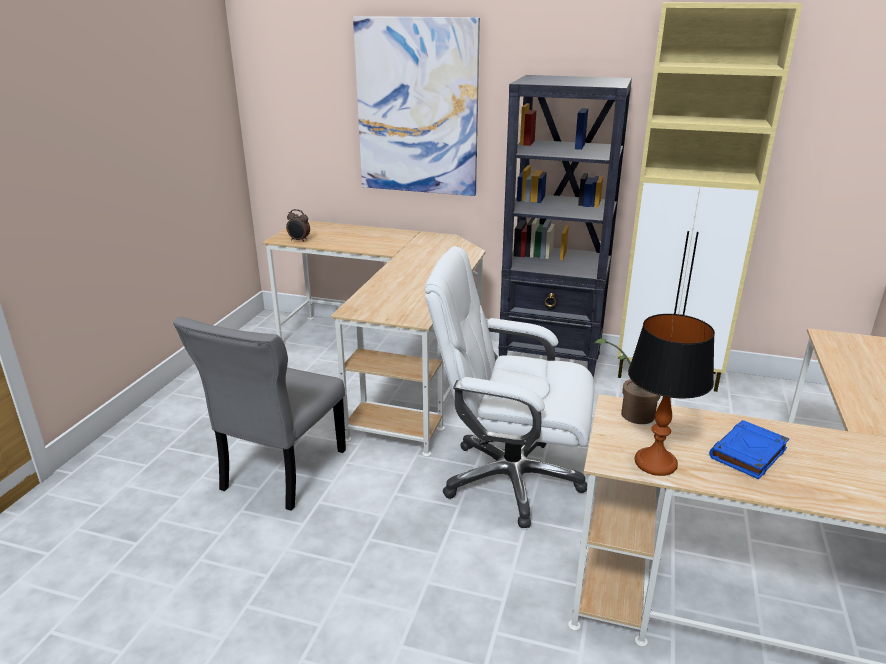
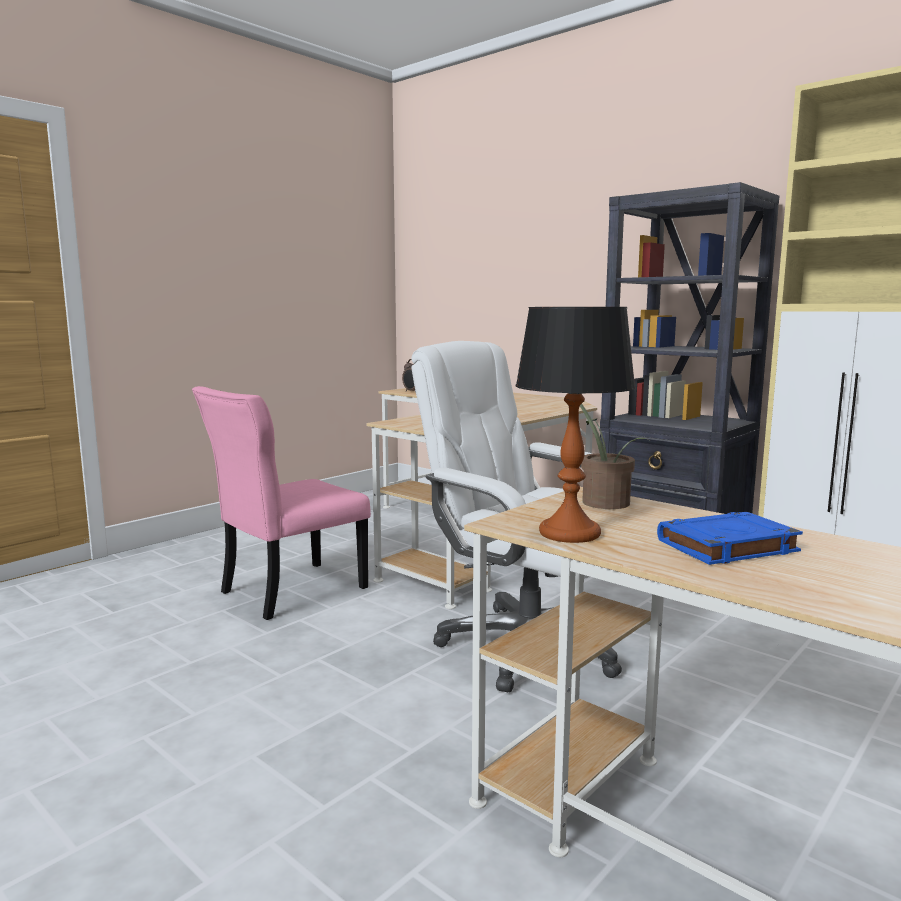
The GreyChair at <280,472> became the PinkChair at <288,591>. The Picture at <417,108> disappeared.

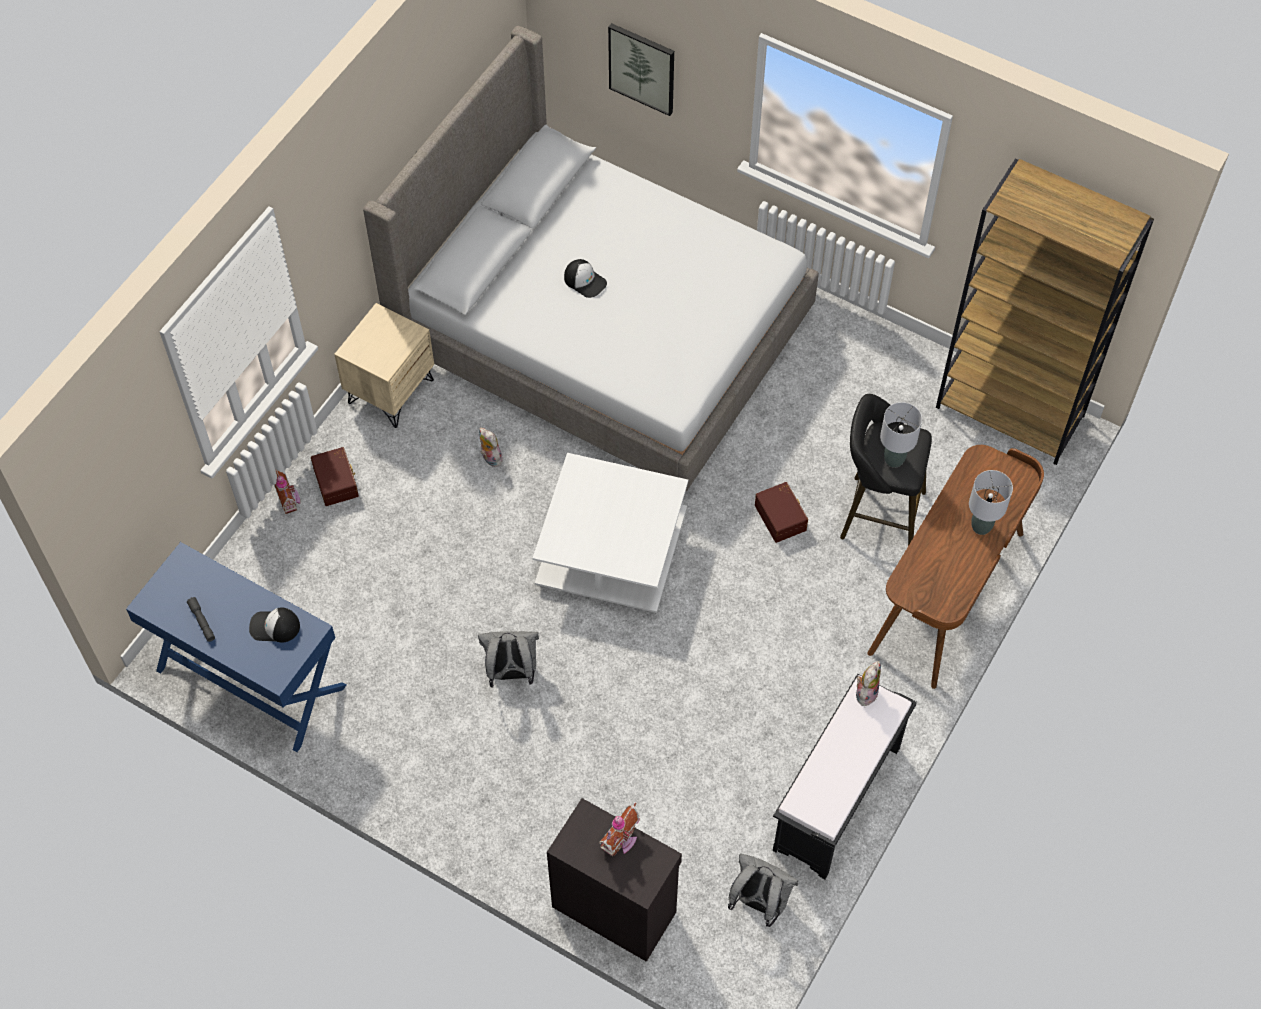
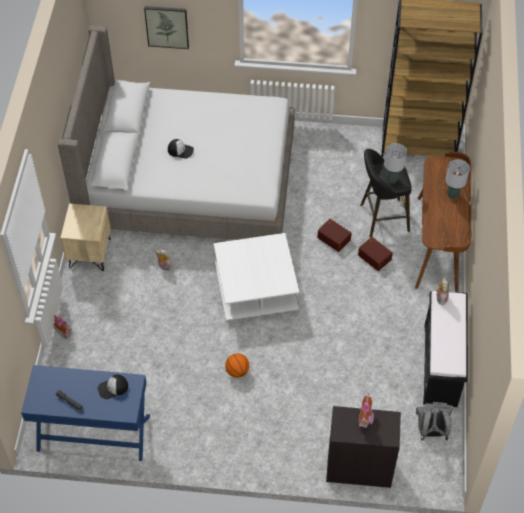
The BrownStorageBox moved from <337,481> to <375,257>. The GreyBackpack at <511,673> was replaced by the Basketball at <237,371>.

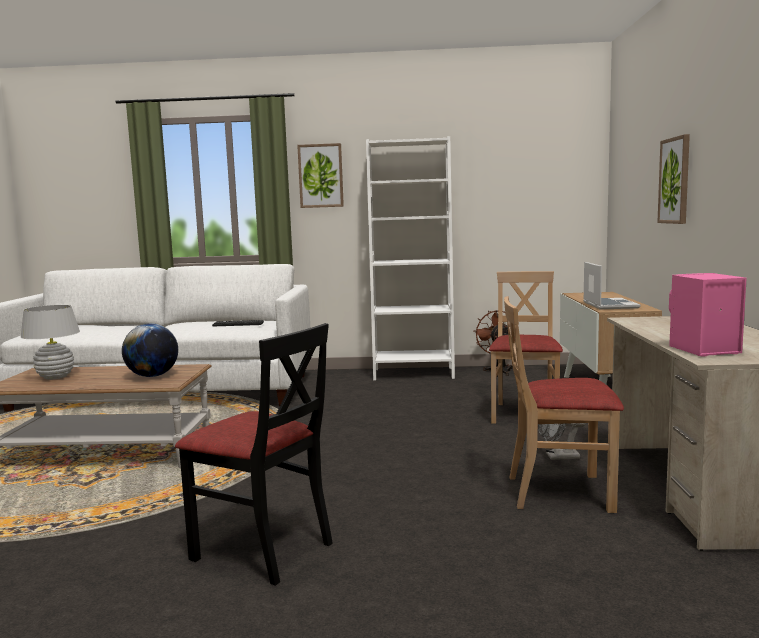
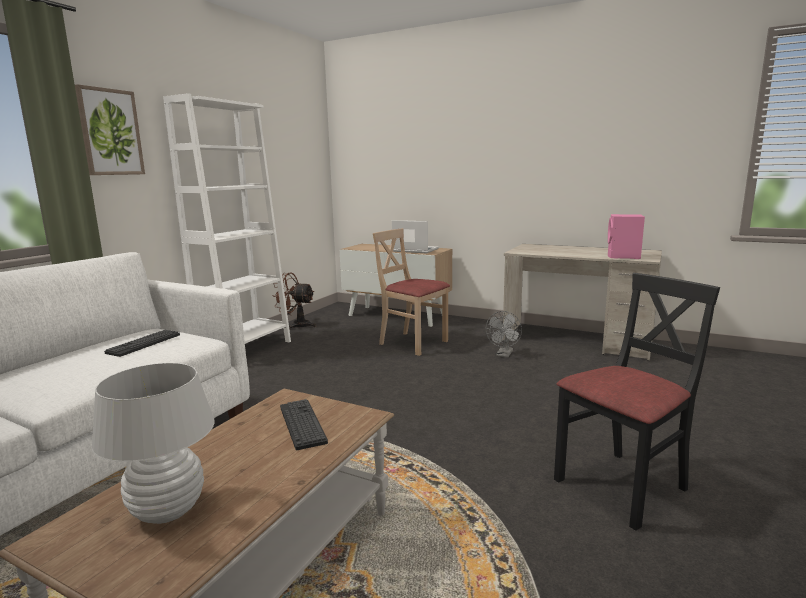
The Globe at <152,376> was replaced by the Keyboard at <302,424>. The BeigeChair at <559,492> disappeared. The Picture at <675,180> disappeared.

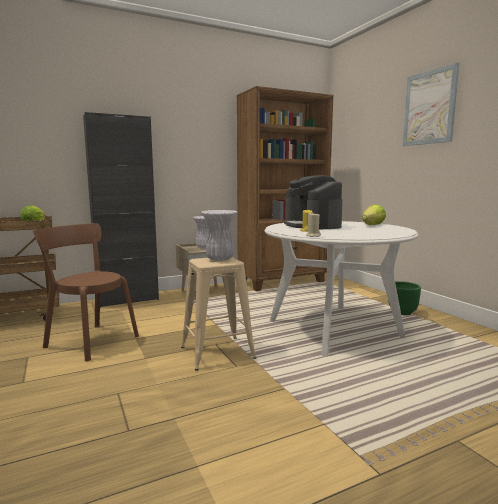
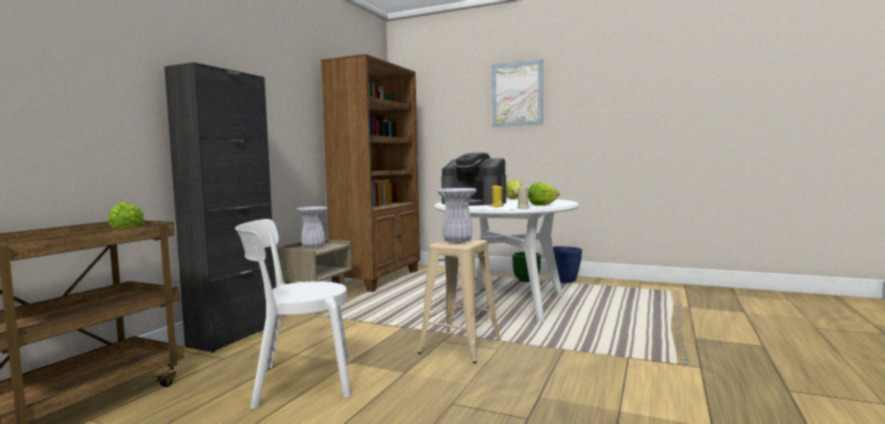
The BrownChair at <89,341> became the WhiteChair at <298,382>. The Lettuce at <542,205> appeared. The BluePlanter at <565,281> appeared.

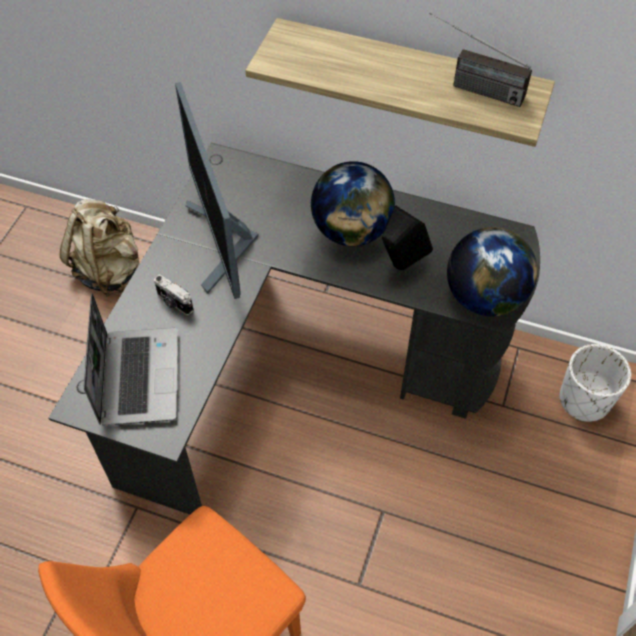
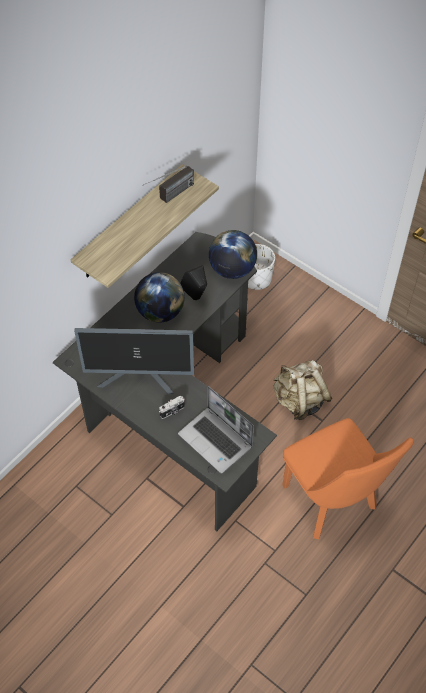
The BeigeBackpack moved from <109,270> to <299,401>. The Laptop at <138,376> turned 150 degrees counterclockwise.

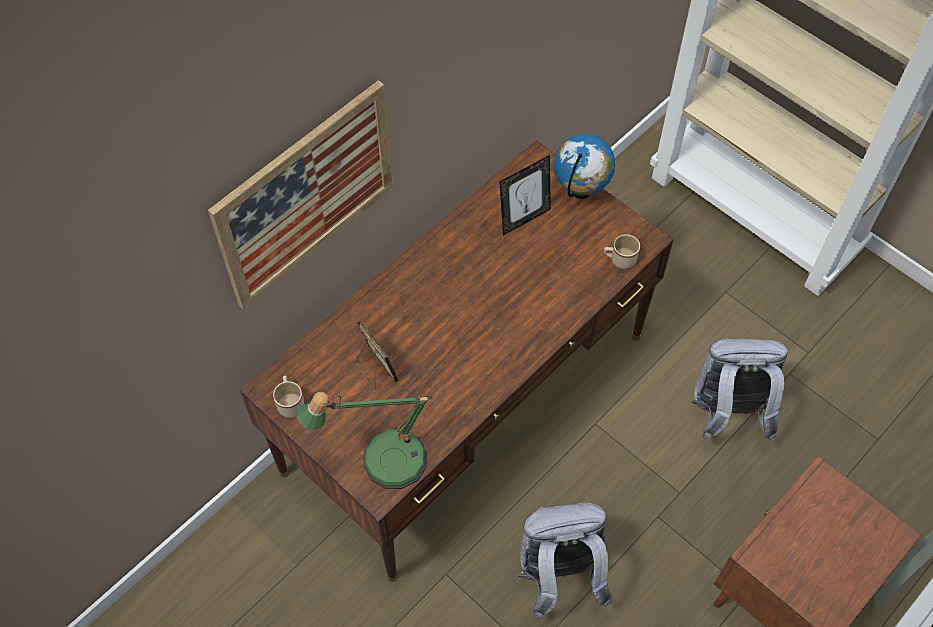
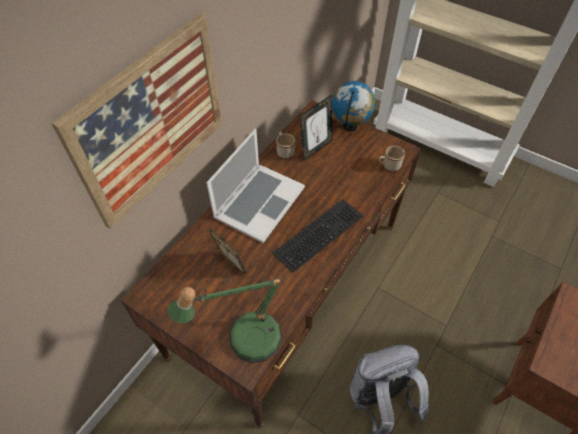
The BeigeMug moved from <290,402> to <284,150>. The GreyBackpack at <727,413> disappeared. The Laptop at <259,201> appeared. The Keyboard at <318,232> appeared.

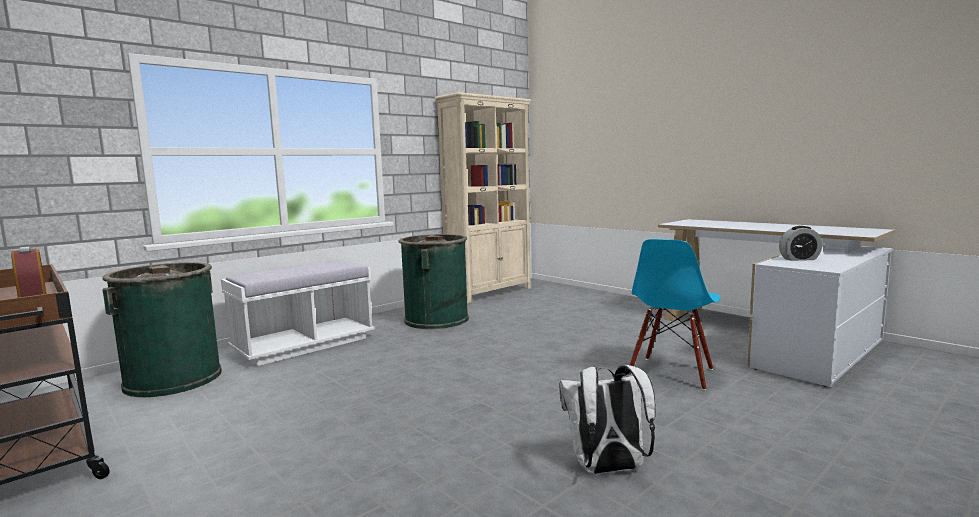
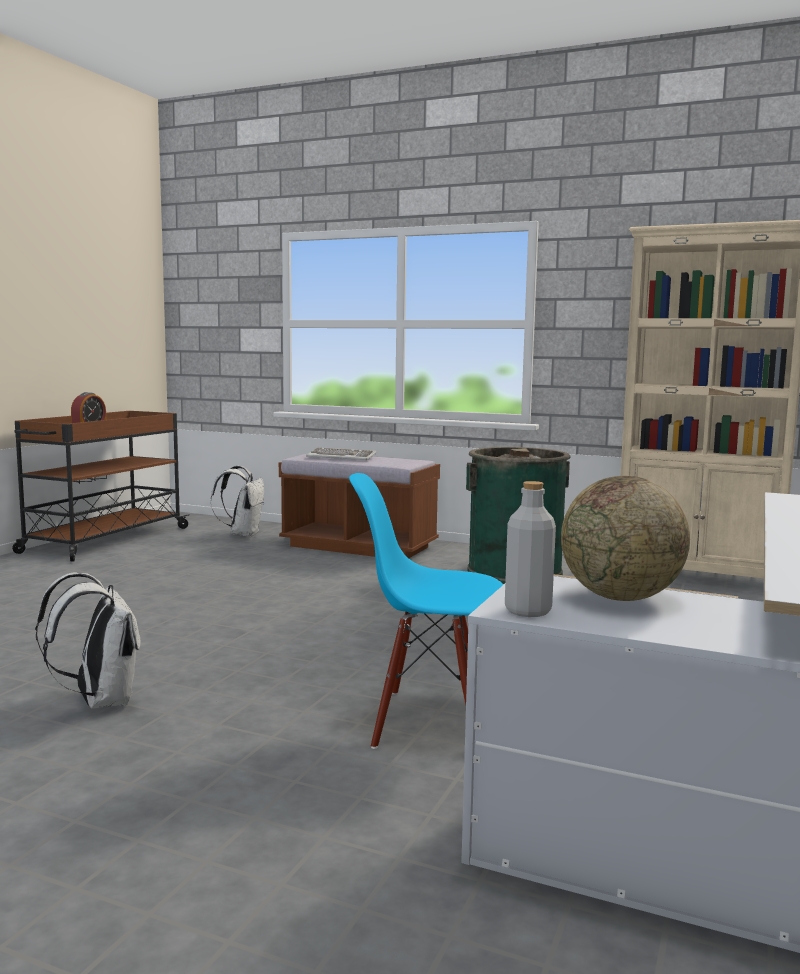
The GreenTrashCan at <173,379> was replaced by the WhiteBackpack at <243,534>. The WhiteBench at <304,345> became the BrownBench at <359,547>. The AlarmClock at <799,259> was replaced by the Globe at <621,597>. The Keyboard at <342,457> appeared. The GreyBottle at <528,611> appeared.

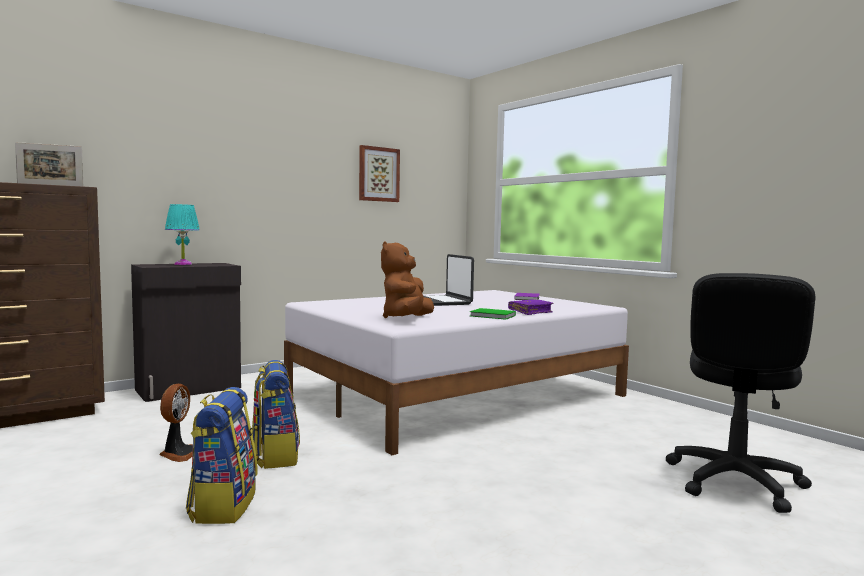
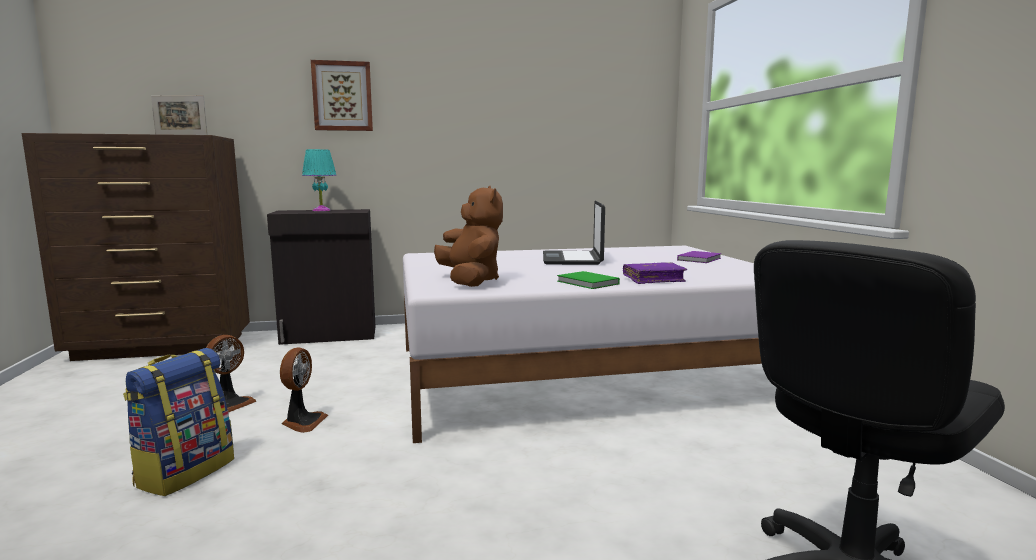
The Backpack at <275,456> was replaced by the Fan at <302,422>. The Picture moved from <378,174> to <342,96>. The BrownPlushToy at <406,319> turned 120 degrees clockwise.

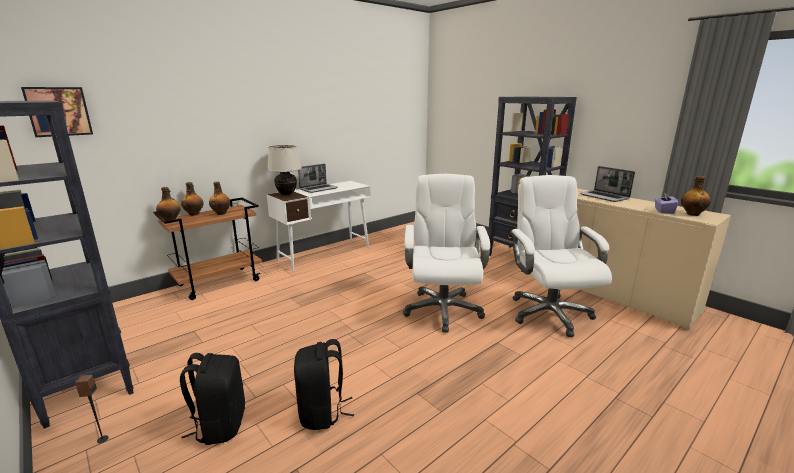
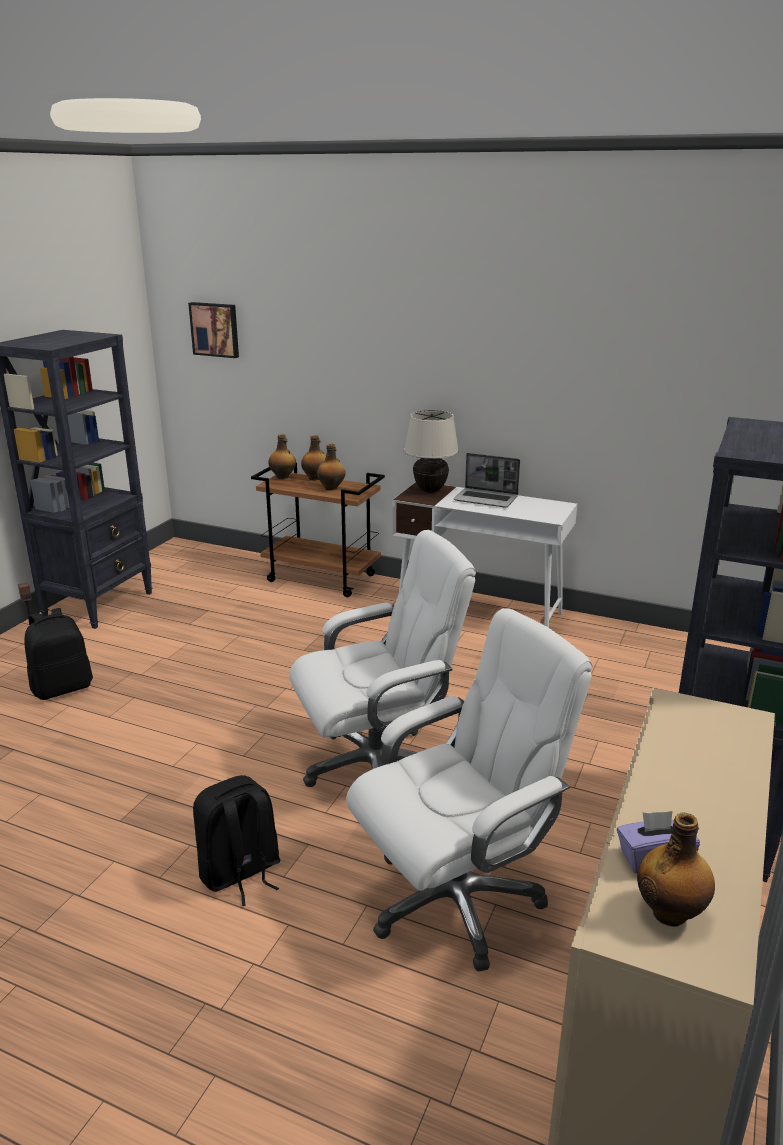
The BlackBackpack moved from <322,412> to <240,873>. The Laptop at <604,197> disappeared.

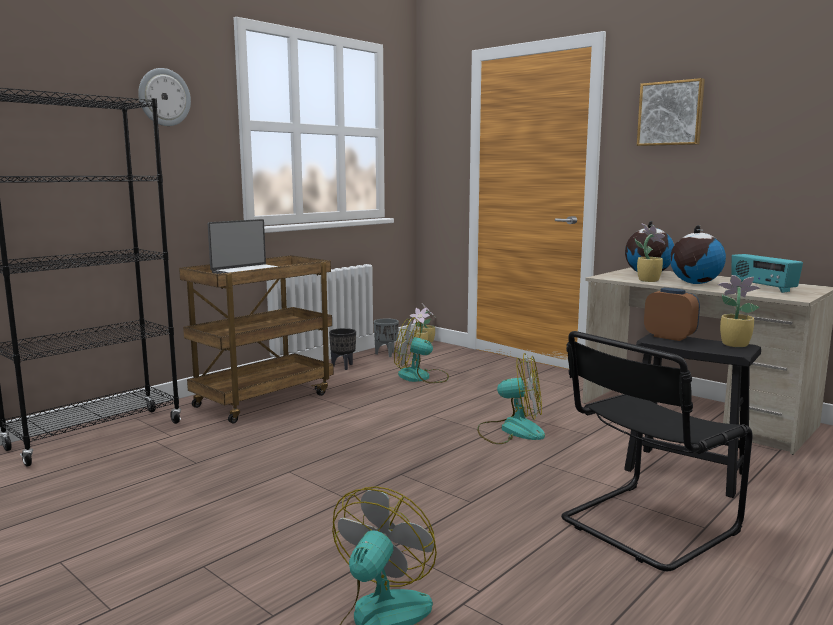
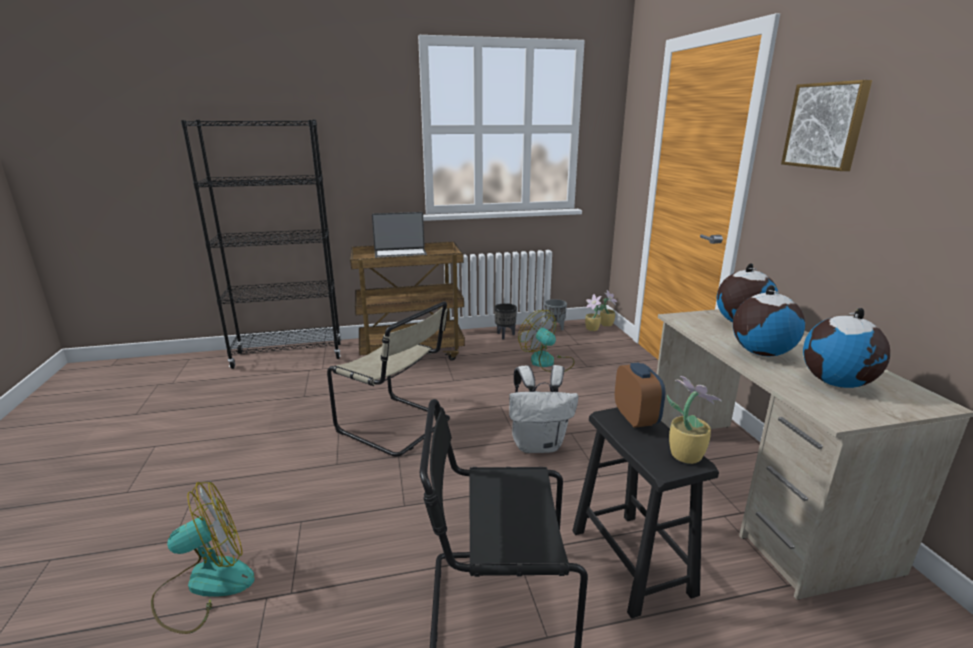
The WallClock at <164,97> disappeared. The Fan at <511,430> was replaced by the WhiteBackpack at <538,444>. The PottedPlant at <648,280> disappeared. The Radio at <762,288> was replaced by the Globe at <837,383>. The BeigeChair at <397,426> appeared.

